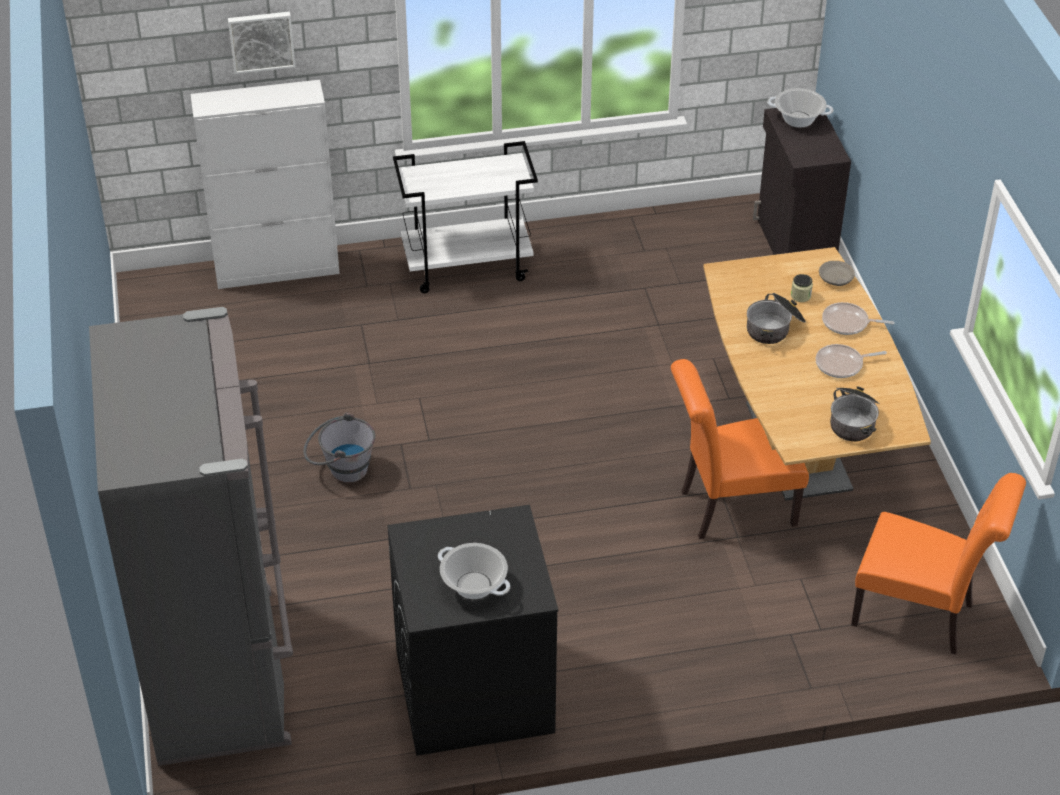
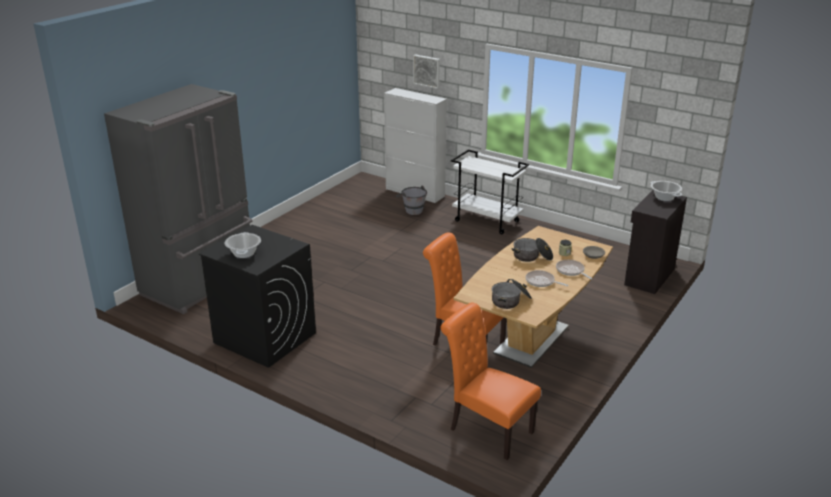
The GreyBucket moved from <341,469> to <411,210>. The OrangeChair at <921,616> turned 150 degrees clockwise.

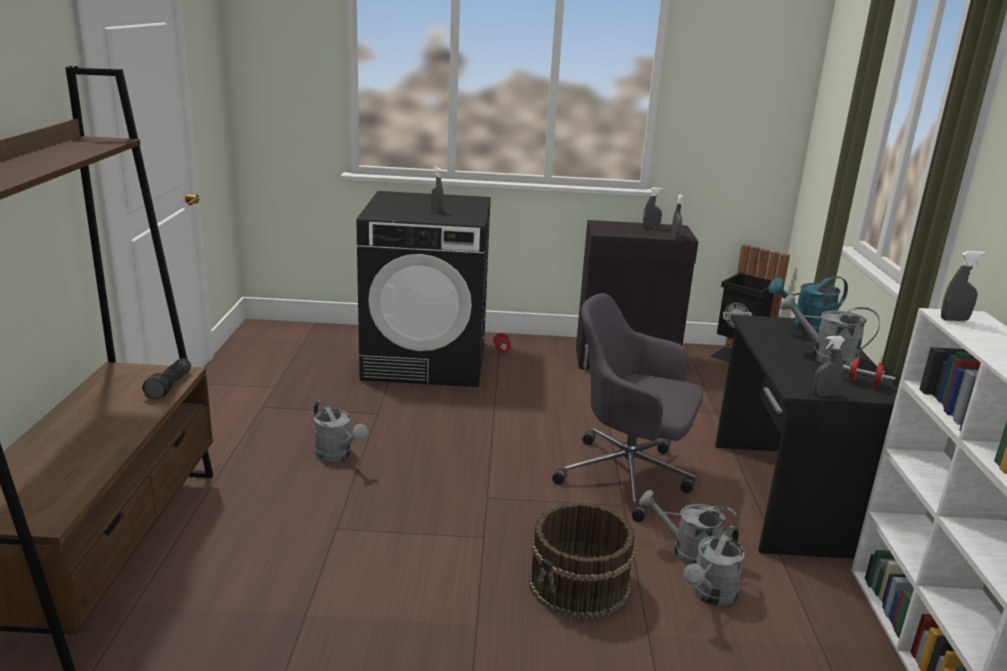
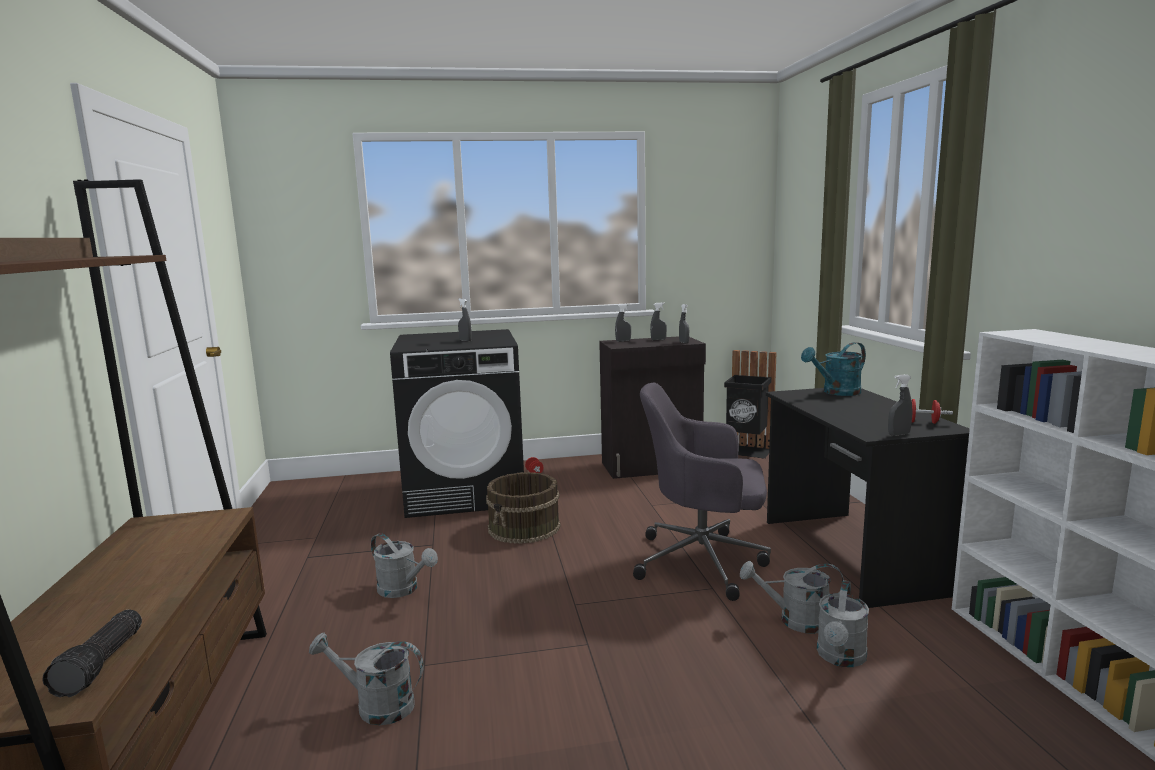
The Flashlight moved from <171,386> to <103,664>. The BrownBucket moved from <580,584> to <524,527>. The GreyWateringCan moved from <825,357> to <376,706>. The GreySprayBottle moved from <954,320> to <623,341>.

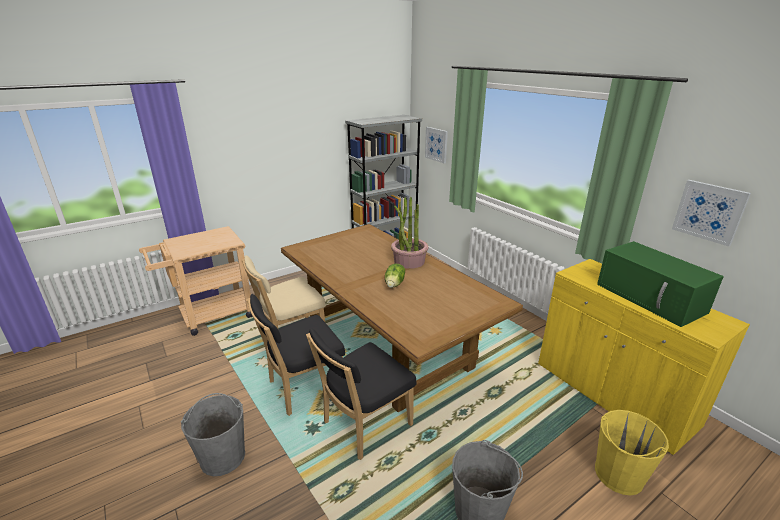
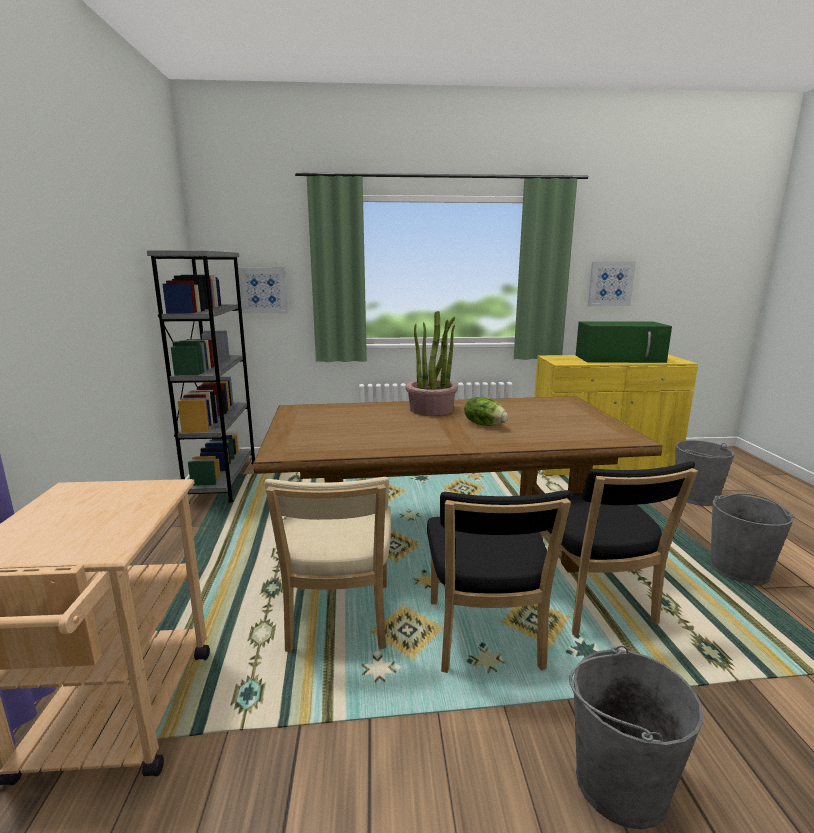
The YellowBucket at <618,474> became the GreyBucket at <696,497>.

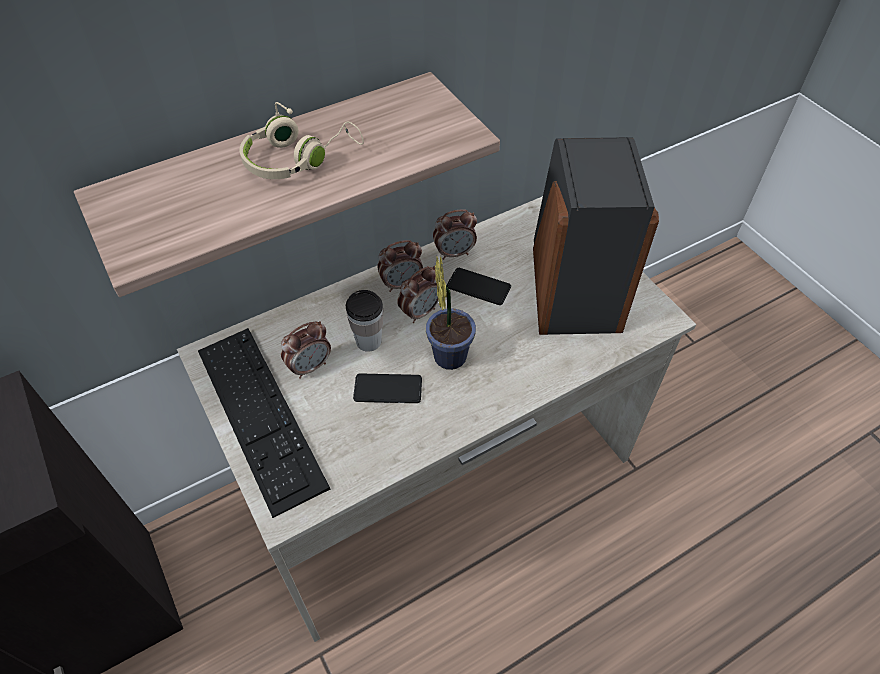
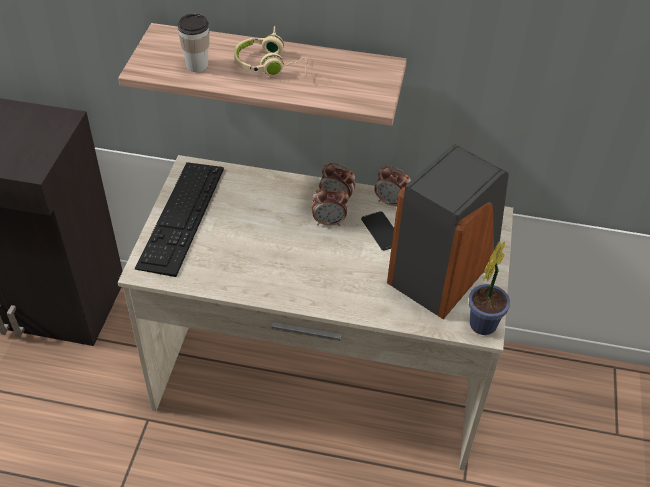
The AlarmClock at <310,366> disappeared. The Cup moved from <368,341> to <197,65>. The Phone at <388,389> disappeared. The PottedPlant moved from <449,353> to <484,322>.

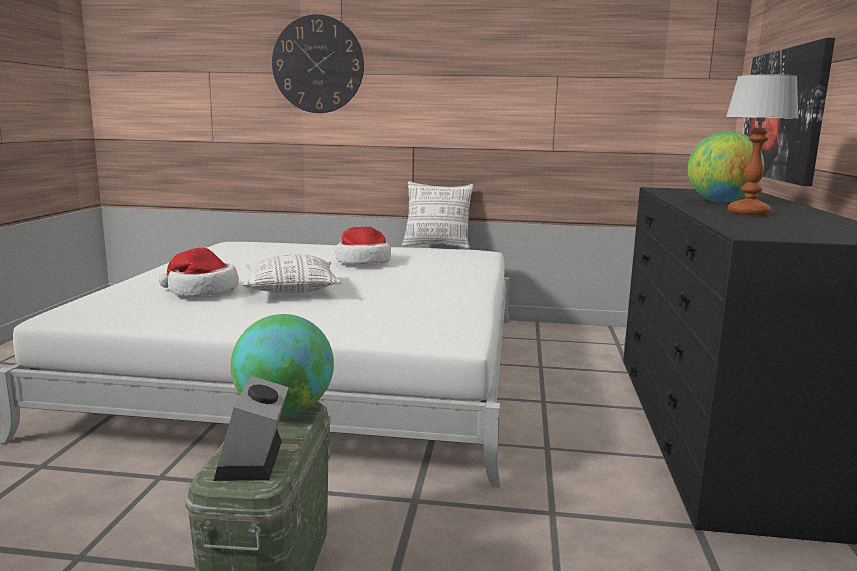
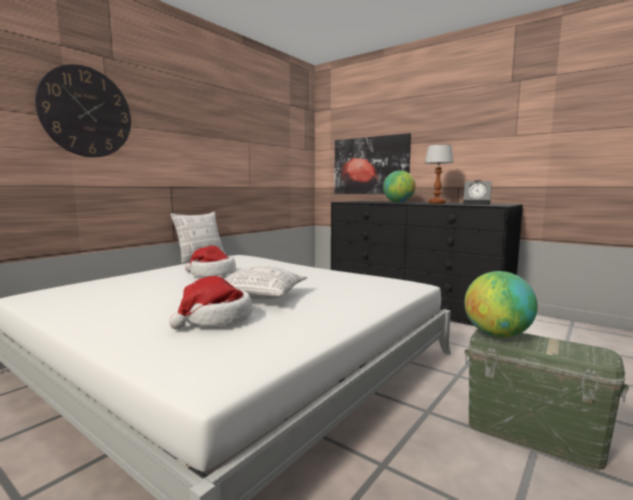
The AlarmClock moved from <254,461> to <477,204>.

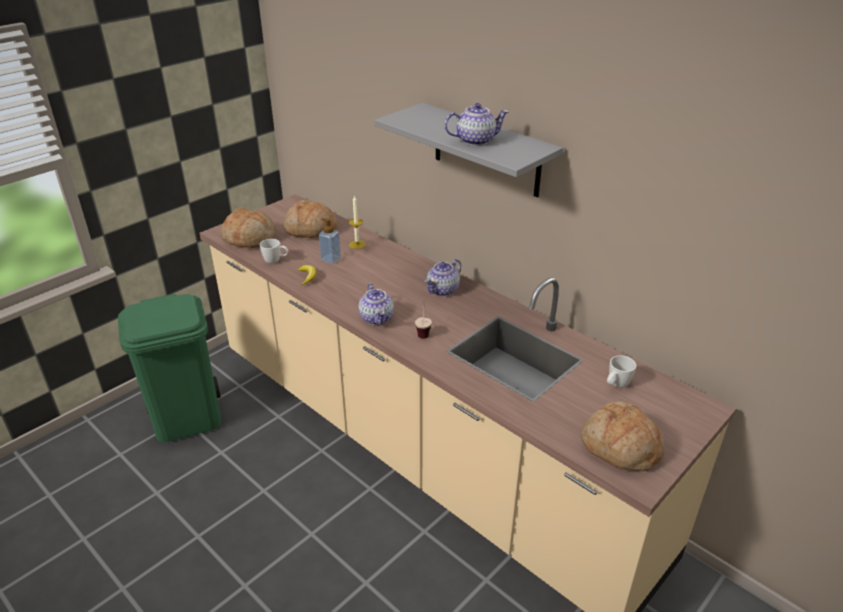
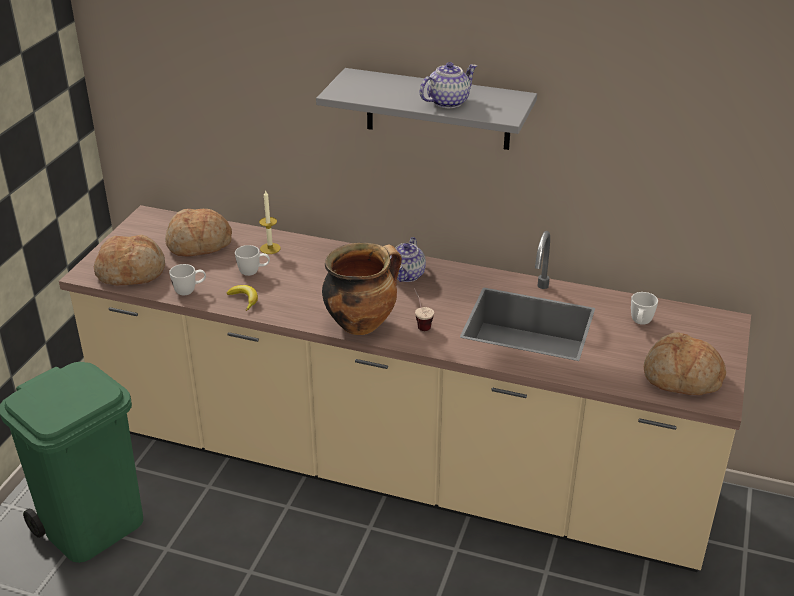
The SoapDispenser at <331,259> was replaced by the WhiteMug at <253,272>. The Teapot at <377,318> was replaced by the CookingPot at <361,323>.

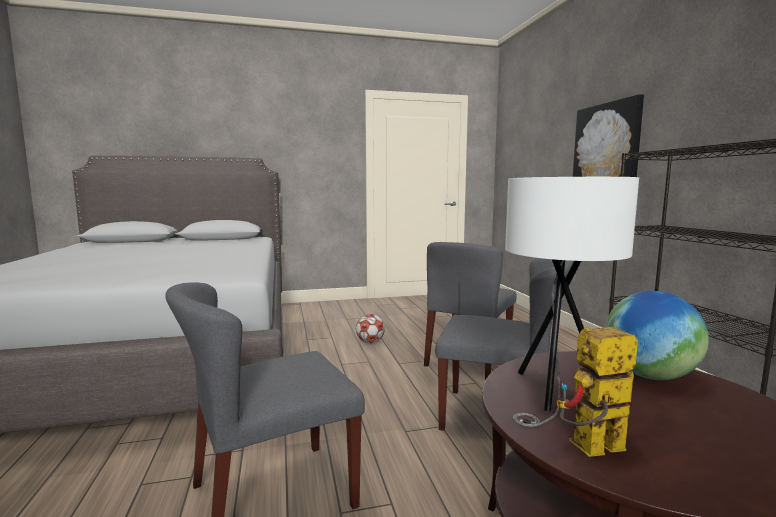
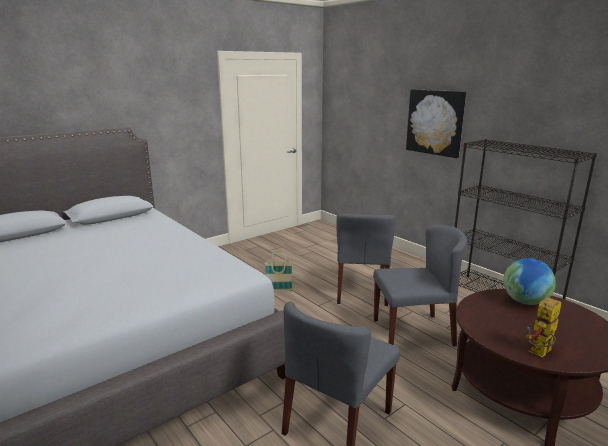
The Football at <370,342> was replaced by the Basket at <279,290>. The WhiteTableLamp at <553,394> disappeared.

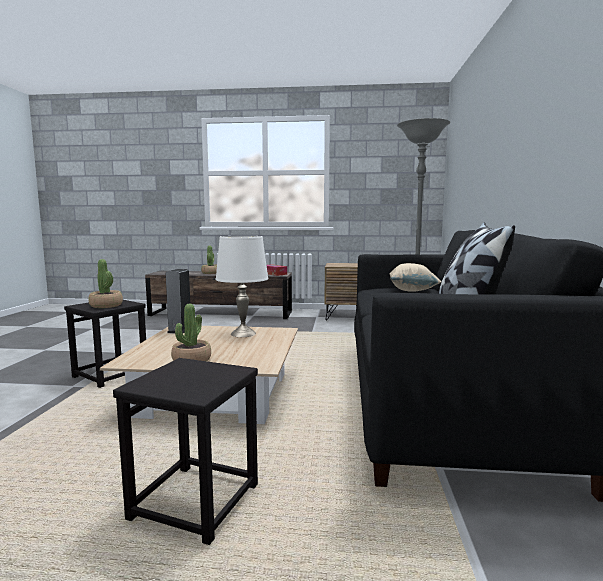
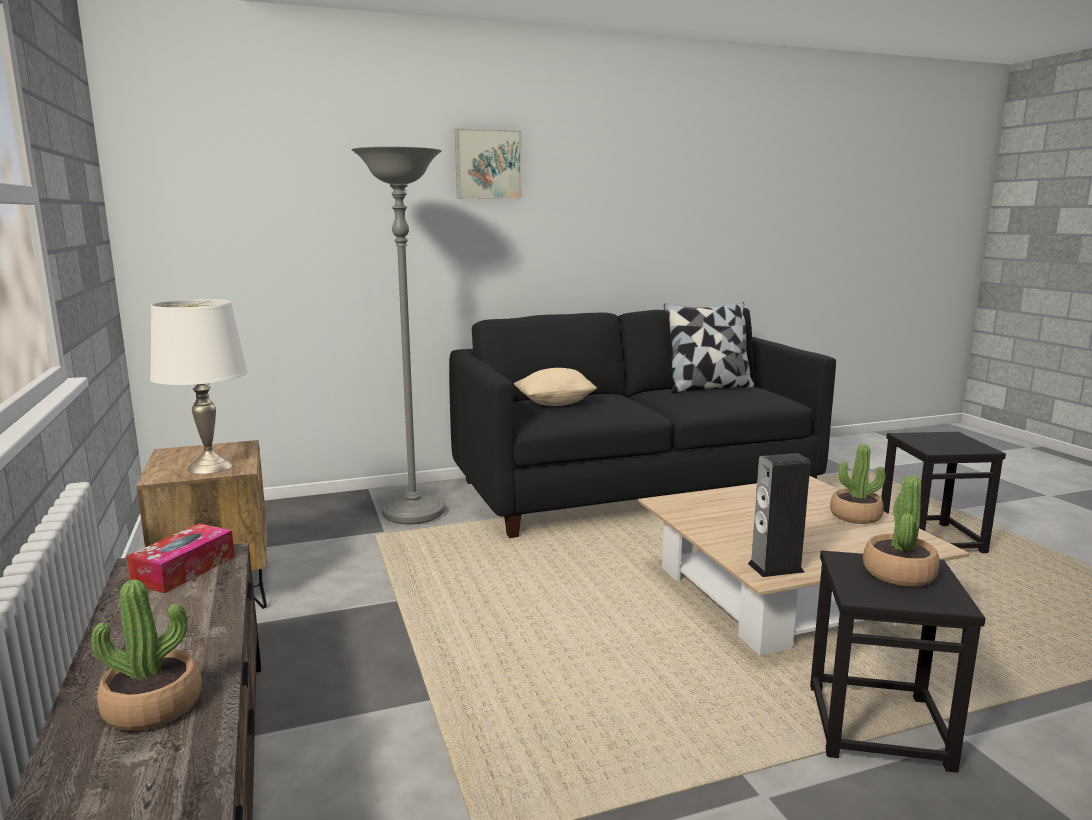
The WhiteTableLamp moved from <243,333> to <210,467>. The Picture at <487,164> appeared.

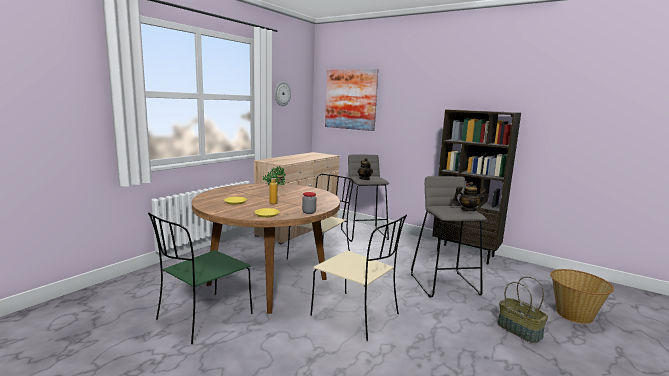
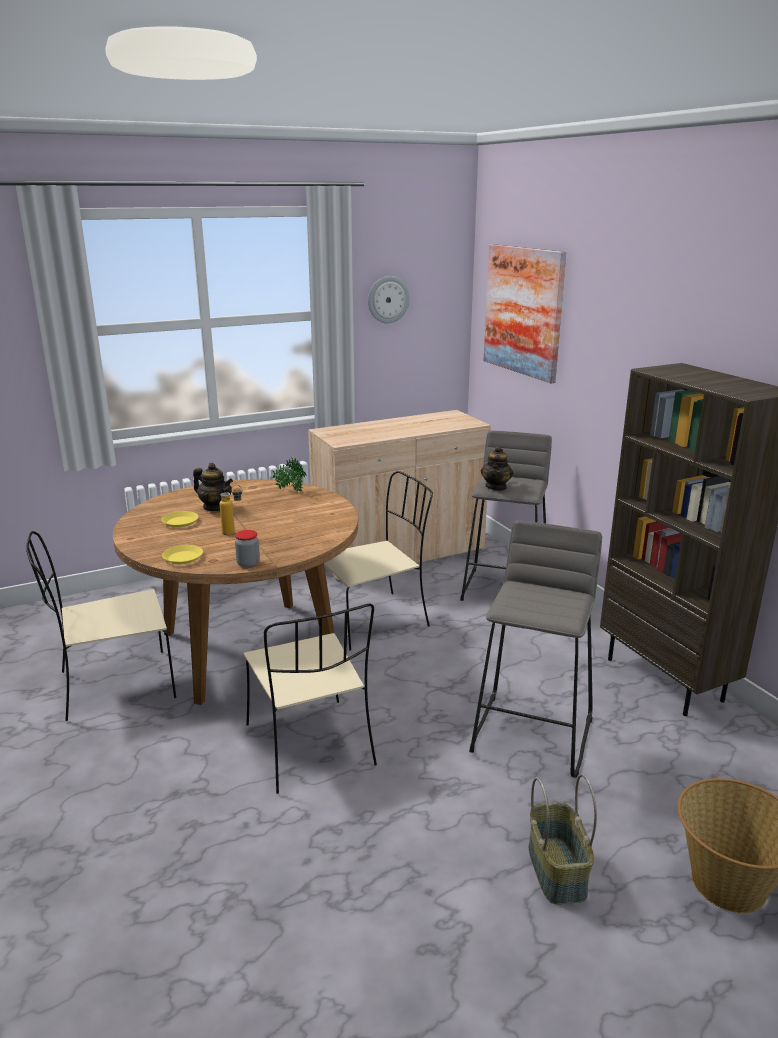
The GreenChair at <203,318> became the BeigeChair at <114,686>. The Teapot moved from <468,210> to <215,507>.

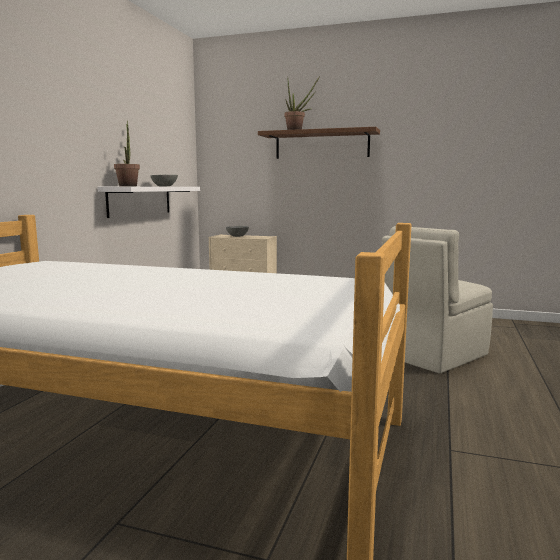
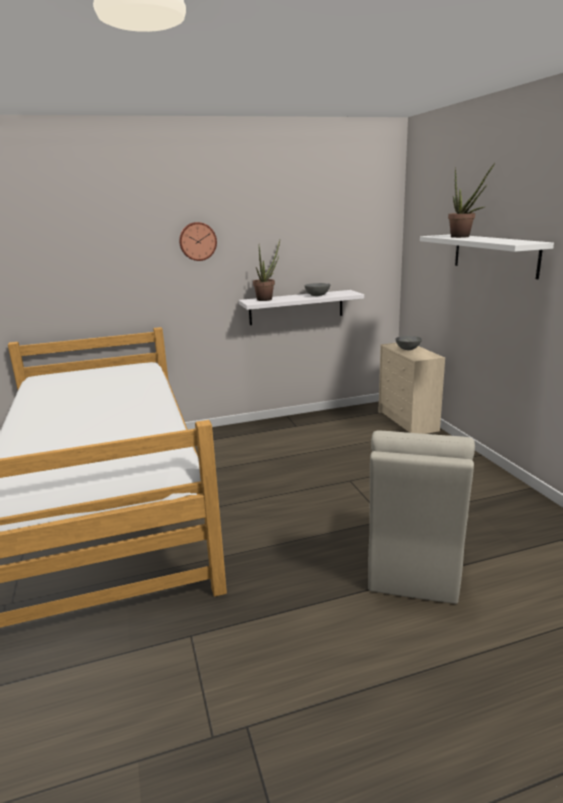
The BrownShelf at <322,145> became the WhiteShelf at <494,254>. The BeigeChair at <433,356> turned 90 degrees counterclockwise. The WallClock at <197,241> appeared.

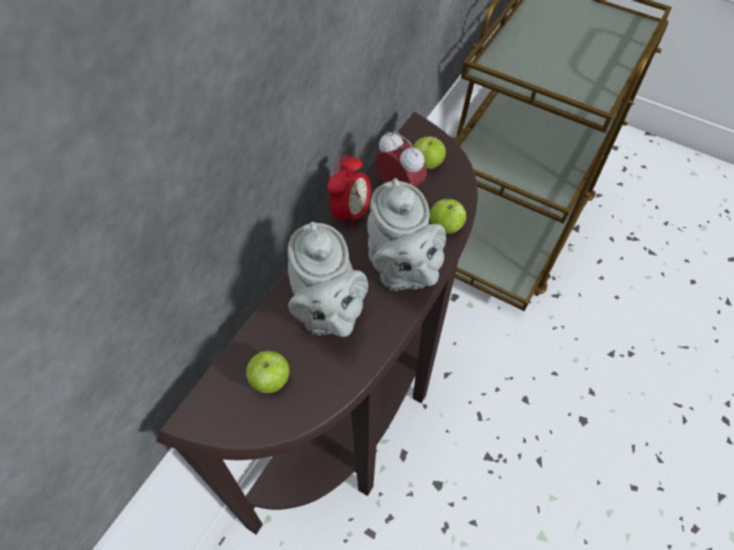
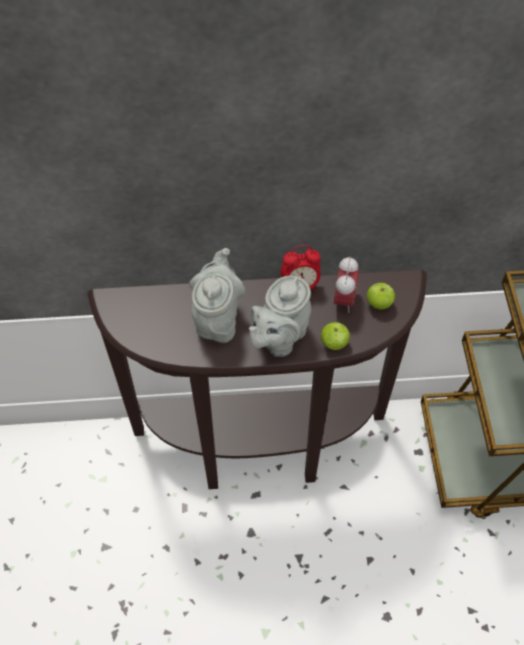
The Apple at <270,380> disappeared. The GreyTeapot at <327,313> turned 150 degrees clockwise.

